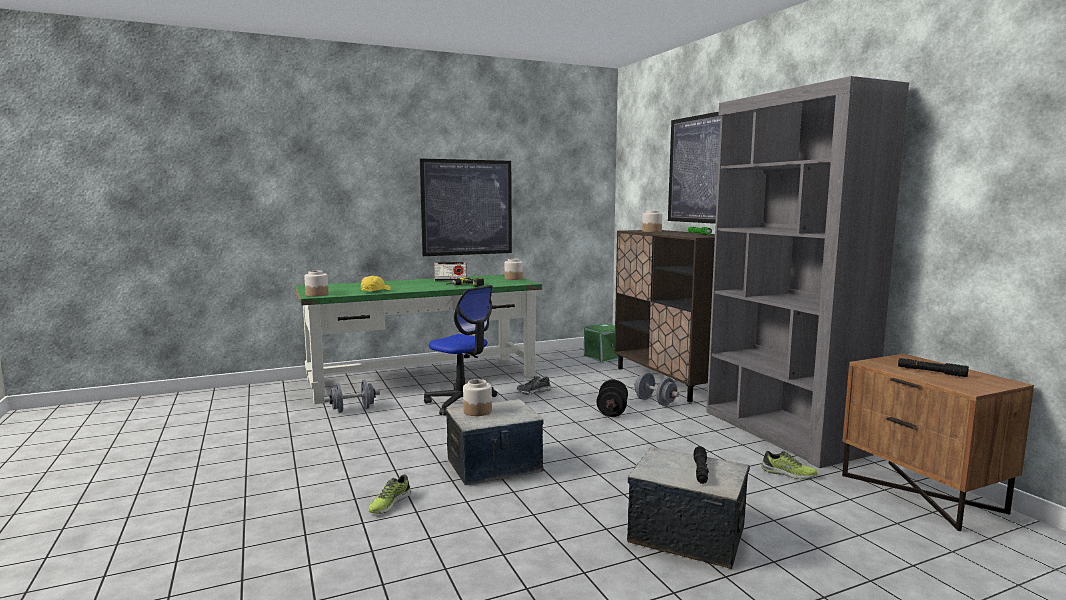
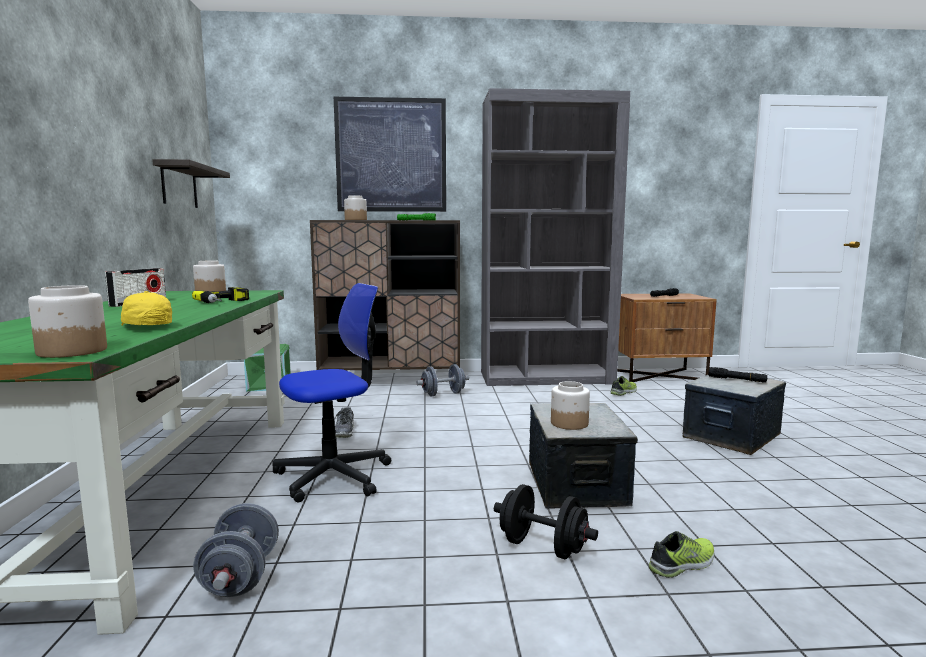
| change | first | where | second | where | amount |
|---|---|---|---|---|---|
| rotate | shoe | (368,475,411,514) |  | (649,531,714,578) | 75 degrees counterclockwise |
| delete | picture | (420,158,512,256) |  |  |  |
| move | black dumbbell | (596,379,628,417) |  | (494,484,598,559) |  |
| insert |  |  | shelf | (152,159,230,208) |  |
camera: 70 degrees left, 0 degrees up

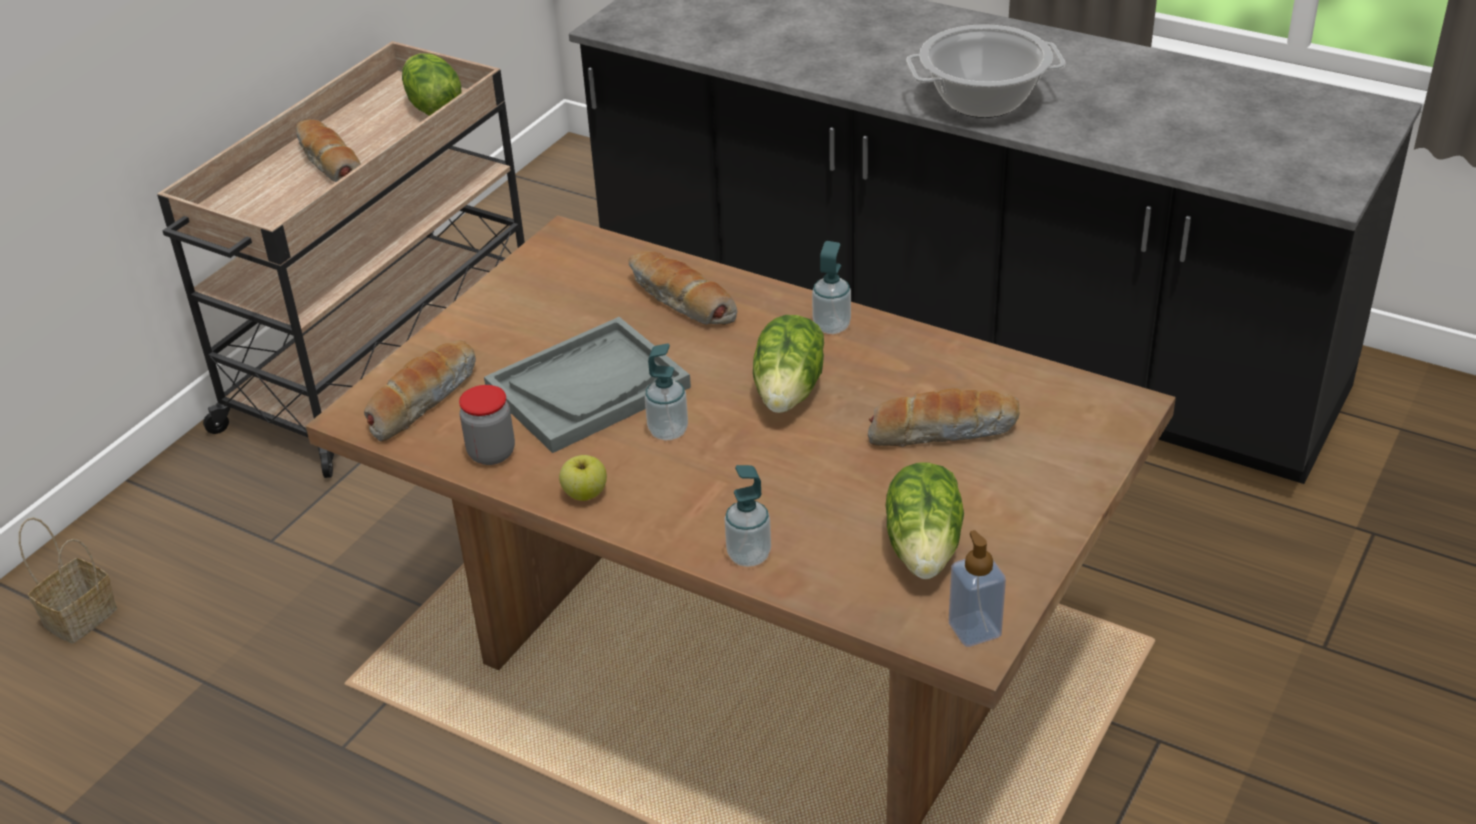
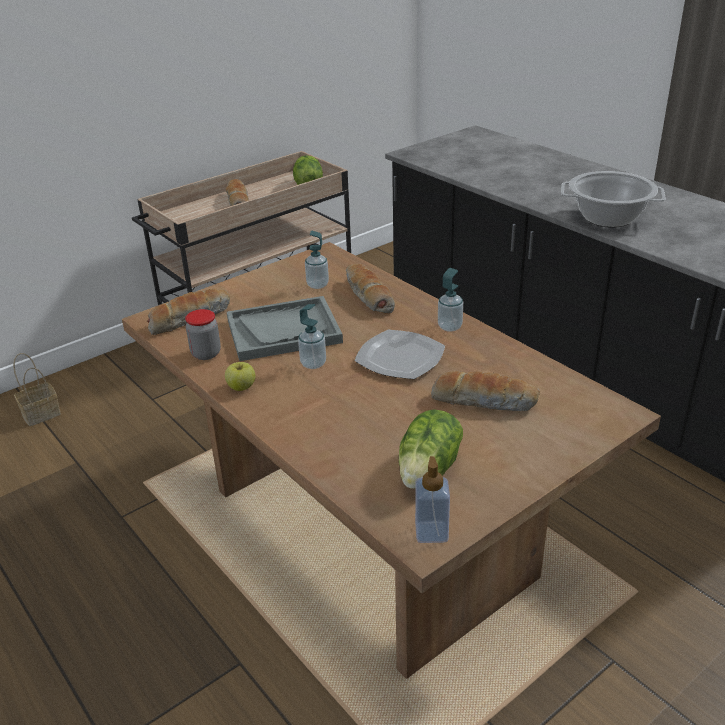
| change | first | where | second | where | amount |
|---|---|---|---|---|---|
| move | soap dispenser | (724,465,771,567) |  | (305,231,329,289) |  |
| replace | lettuce | (753,315,824,413) | plate | (354,330,445,379) |  |
camera: 20 degrees right, 5 degrees down

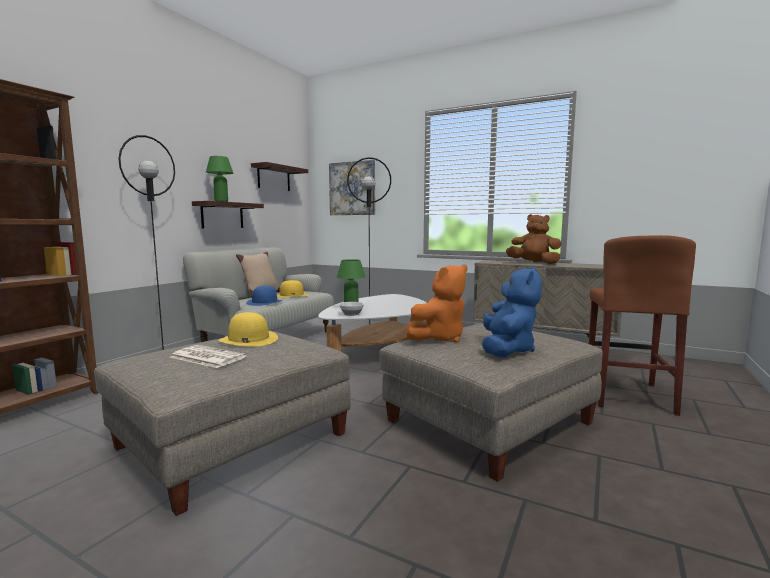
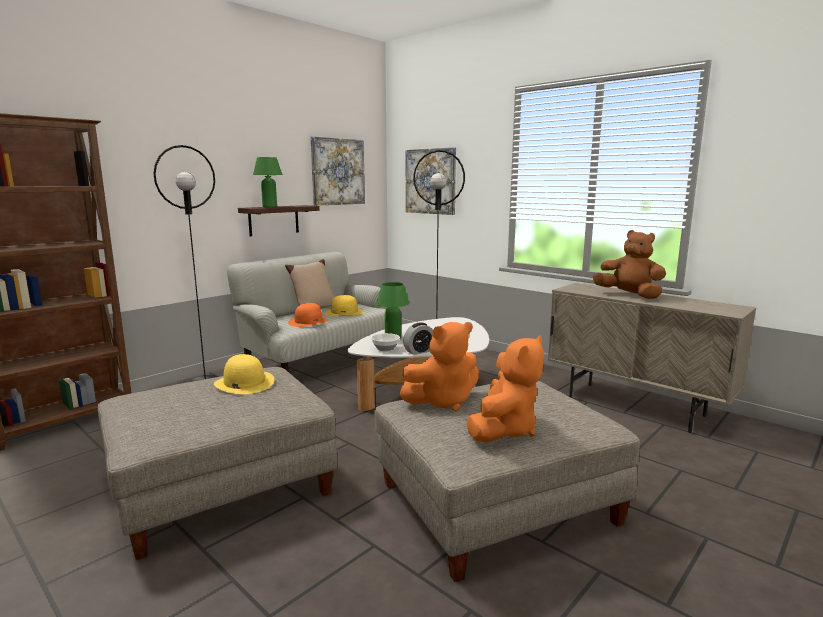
| change | first | where | second | where | amount |
|---|---|---|---|---|---|
| delete | newspaper | (170,345,246,368) |  |  |  |
| recolor | blue hat | (246,285,283,306) | orange hat | (288,303,329,327) |  |
| replace | shelf | (251,162,308,191) | picture | (311,137,365,206) |  |
| recolor | blue plush toy | (482,267,542,357) | orange plush toy | (467,336,544,442) |  |
| delete | brown stool | (589,235,696,416) |  |  |  |
| insert |  |  | alarm clock | (403,322,433,355) |  |
camera: 15 degrees right, 5 degrees up

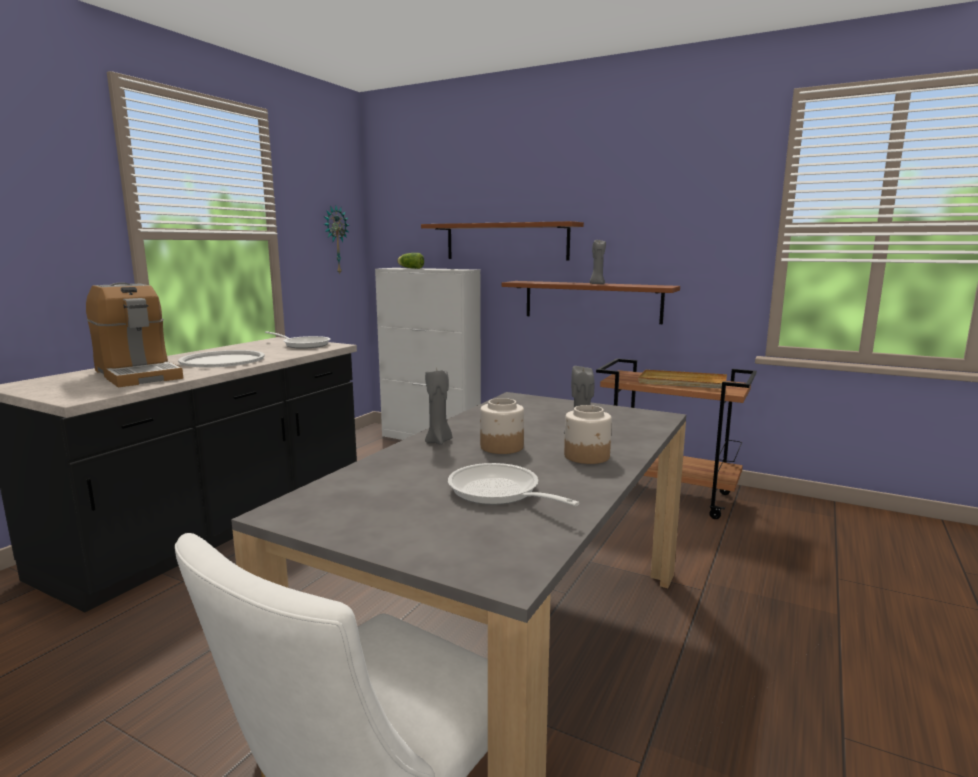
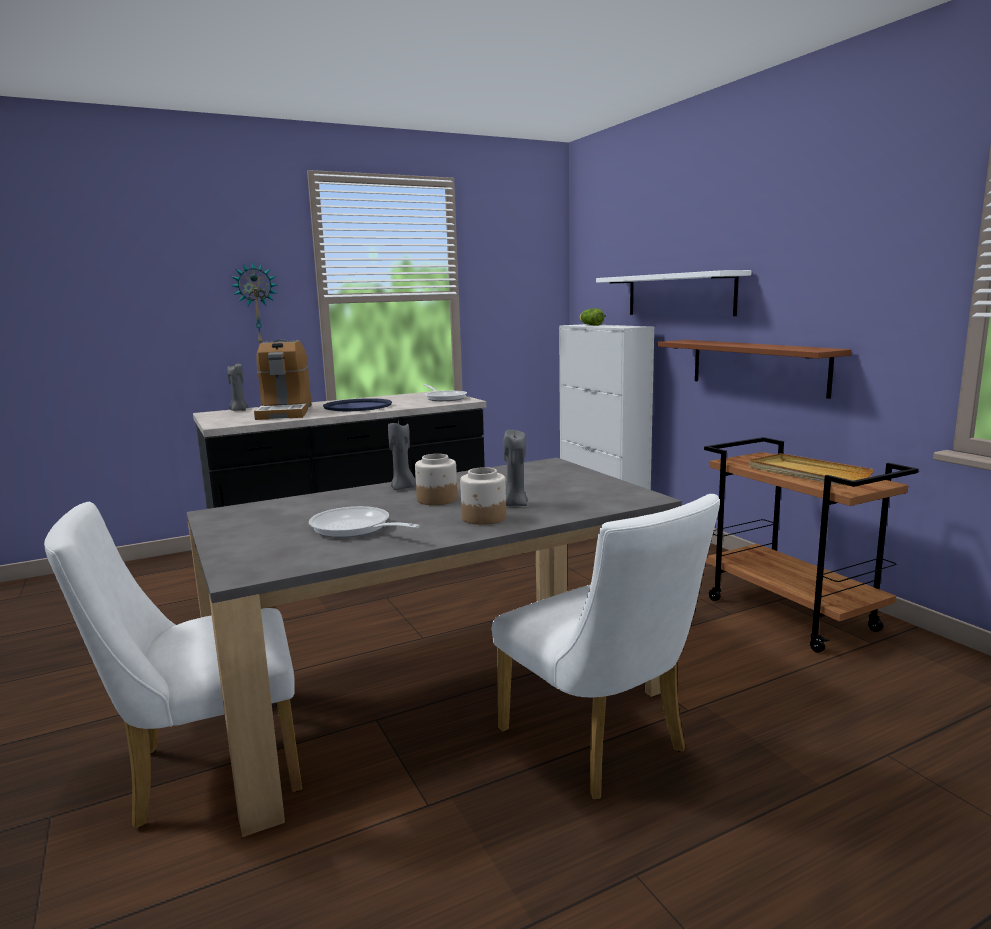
| change | first | where | second | where | amount |
|---|---|---|---|---|---|
| recolor | white tray | (178,350,265,368) | blue tray | (323,398,392,411) |  |
| move | wall clock | (324,206,349,275) |  | (231,261,277,344) |  |
| recolor | brown shelf | (421,221,584,260) | white shelf | (596,270,751,316) |  |
| rotate | frying pan | (448,463,580,506) |  | (309,506,420,538) | 45 degrees counterclockwise |
| move | grey candle | (590,239,606,284) |  | (227,364,248,411) |  |
| insert |  |  | white chair | (492,494,720,799) |  |
camera: 35 degrees right, 0 degrees up

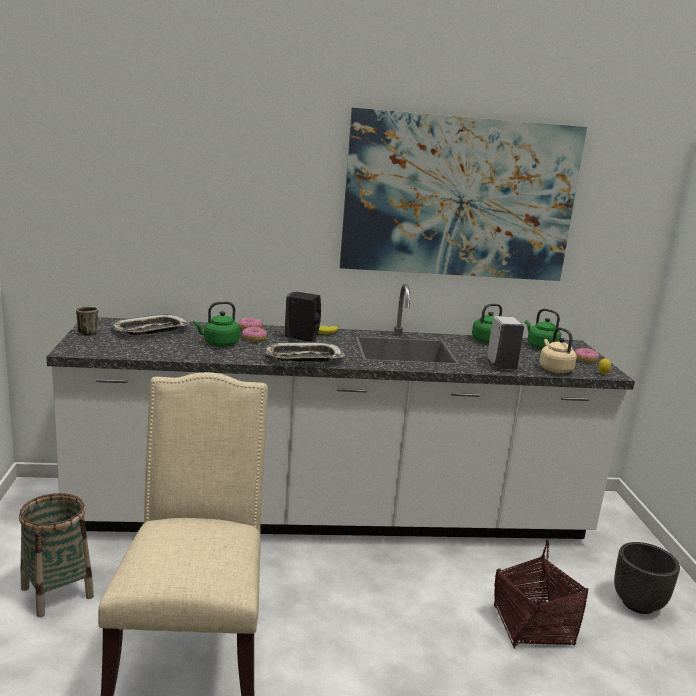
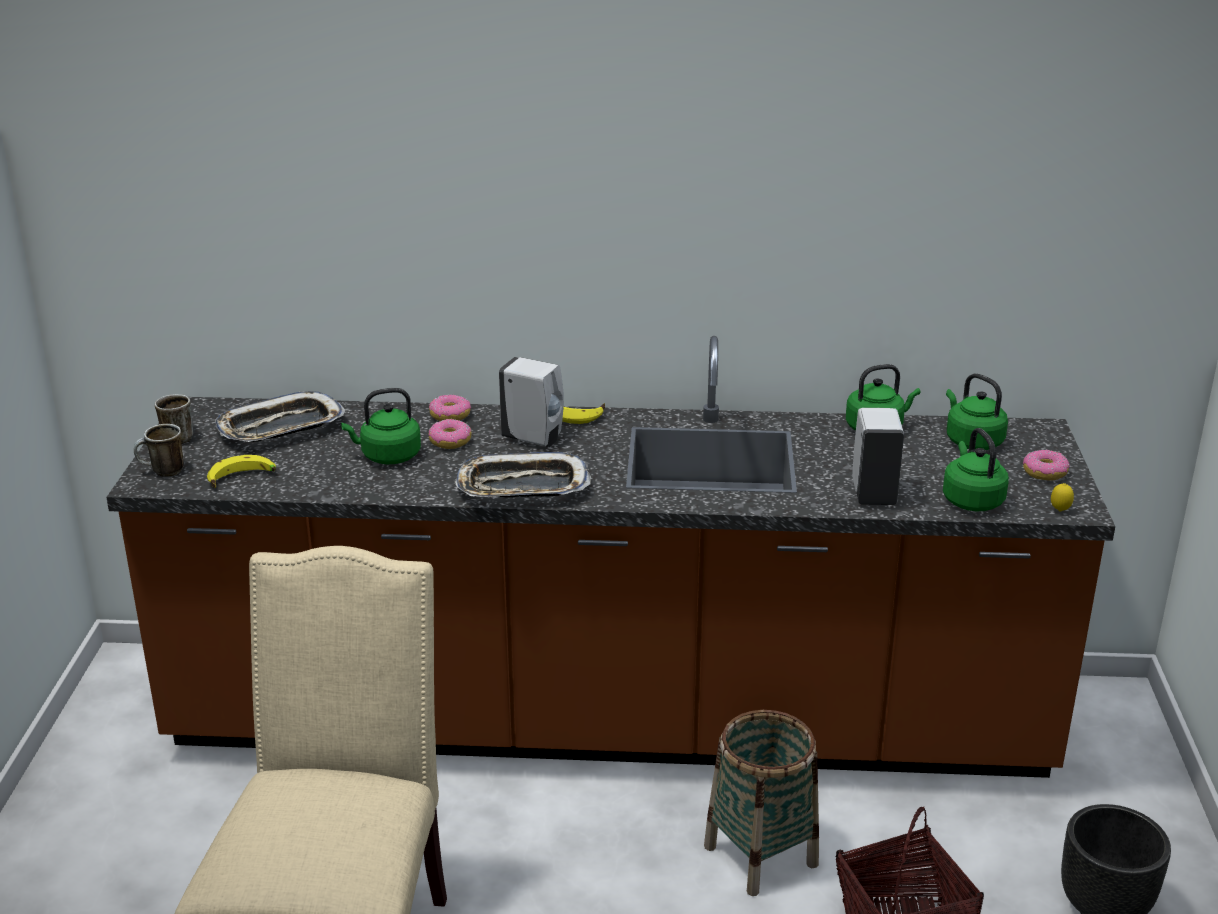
| change | first | where | second | where | amount |
|---|---|---|---|---|---|
| move | basket | (19,493,94,617) |  | (704,710,819,896) |  |
| recolor | white counter | (46,284,635,539) | brown counter | (106,336,1115,778) |  |
| recolor | black soap dispenser | (284,291,321,342) | white soap dispenser | (499,357,564,447) |  |
| delete | picture | (340,108,587,281) |  |  |  |
| recolor | beige kettle | (539,327,577,373) | green kettle | (943,428,1009,511) |  |
| insert |  |  | mug | (134,424,184,477) |  |
| insert |  |  | banana | (207,455,276,488) |  |
camera: 10 degrees right, 10 degrees up

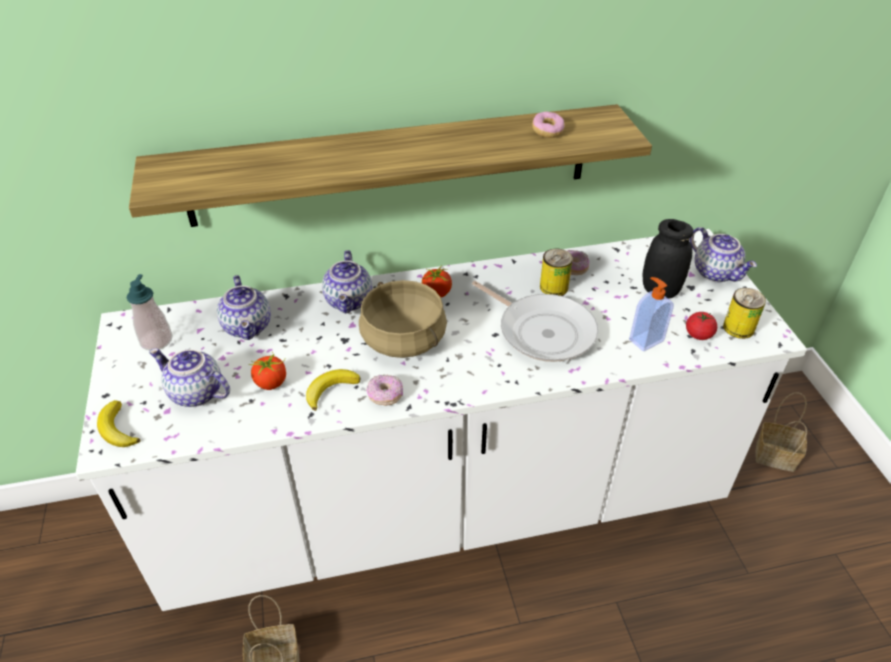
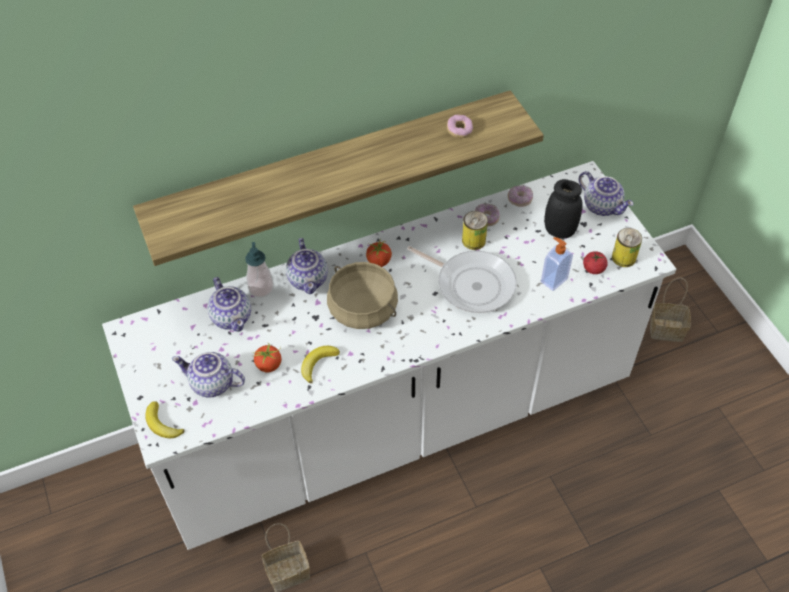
| change | first | where | second | where | amount |
|---|---|---|---|---|---|
| move | soap dispenser | (127,274,172,350) |  | (245,242,274,298) |  |
| move | donut | (367,374,403,406) |  | (508,186,533,207) |  |
camera: 10 degrees left, 10 degrees up

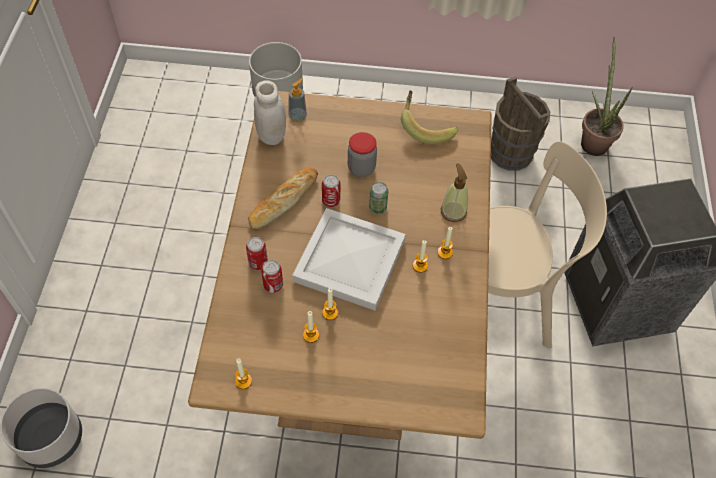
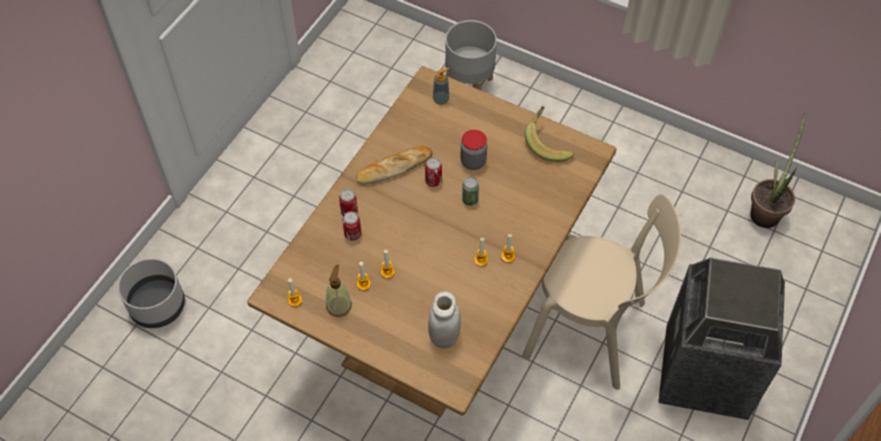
| change | first | where | second | where | amount |
|---|---|---|---|---|---|
| move | white jar | (254,80,286,145) |  | (428,291,461,349) |  |
| delete | white tray | (292,208,406,310) |  |  |  |
| move | soap dispenser | (441,163,468,222) |  | (326,264,352,317) |  |
| delete | brown bucket | (491,76,550,170) |  |  |  |
camera: 25 degrees right, 0 degrees up

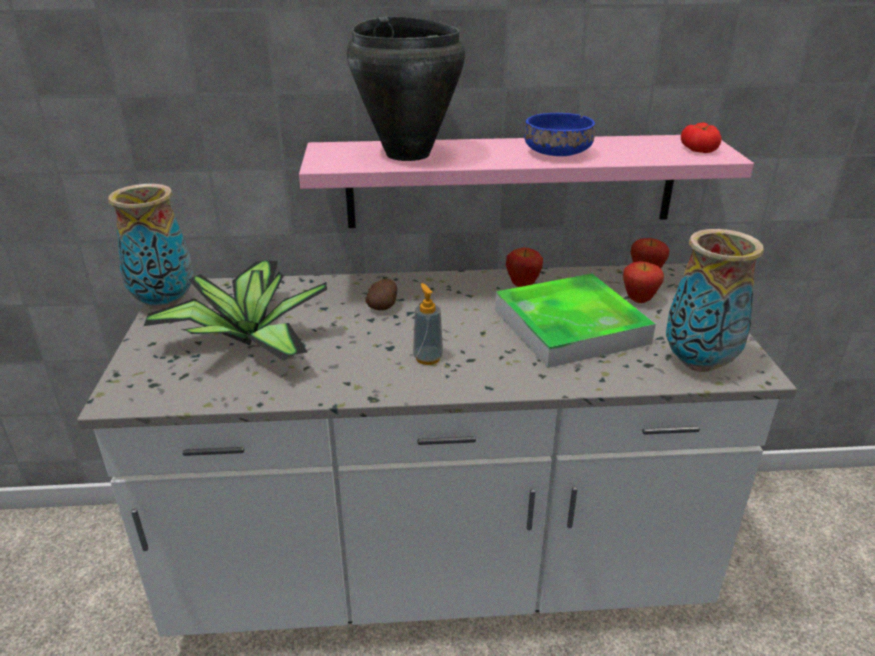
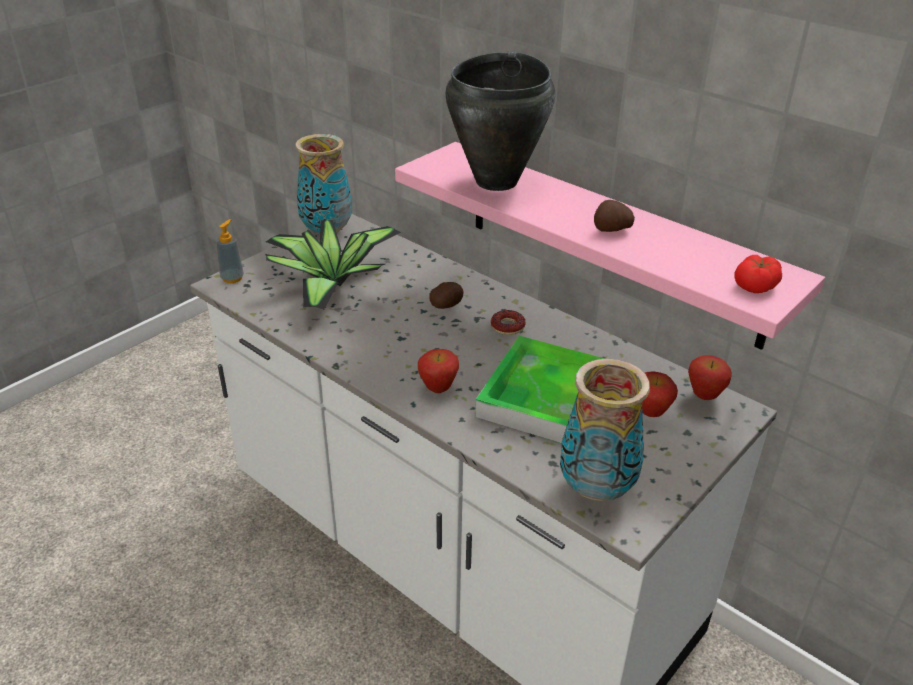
| change | first | where | second | where | amount |
|---|---|---|---|---|---|
| move | soap dispenser | (413,283,443,365) |  | (216,219,244,283) |  |
| move | apple | (506,248,543,287) |  | (418,349,459,393) |  |
| replace | blue bowl | (524,113,595,156) | potato | (594,200,635,232) |  |
| insert |  |  | donut | (491,310,526,335) |  |
camera: 45 degrees right, 5 degrees up

